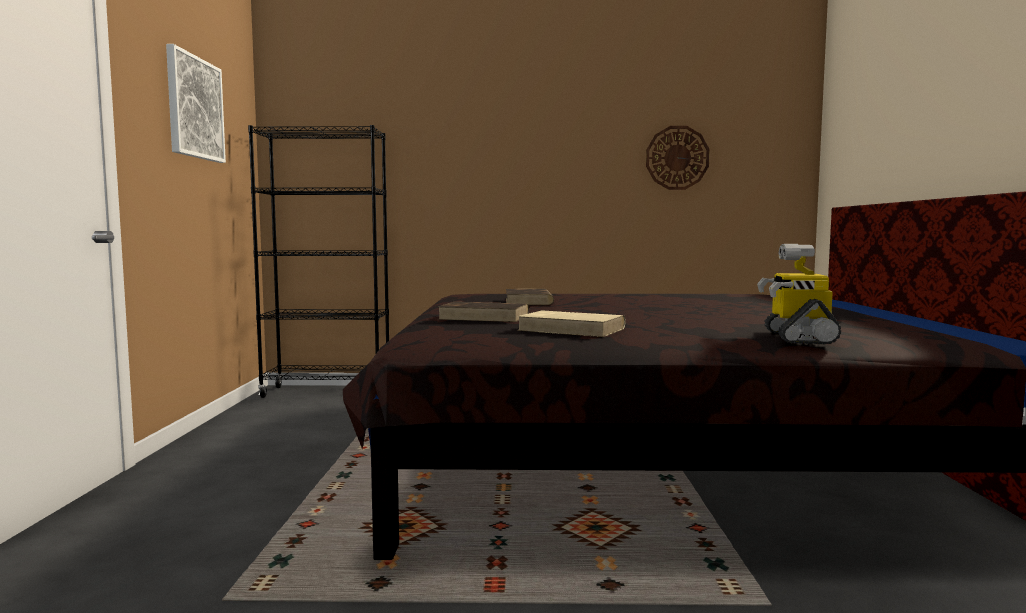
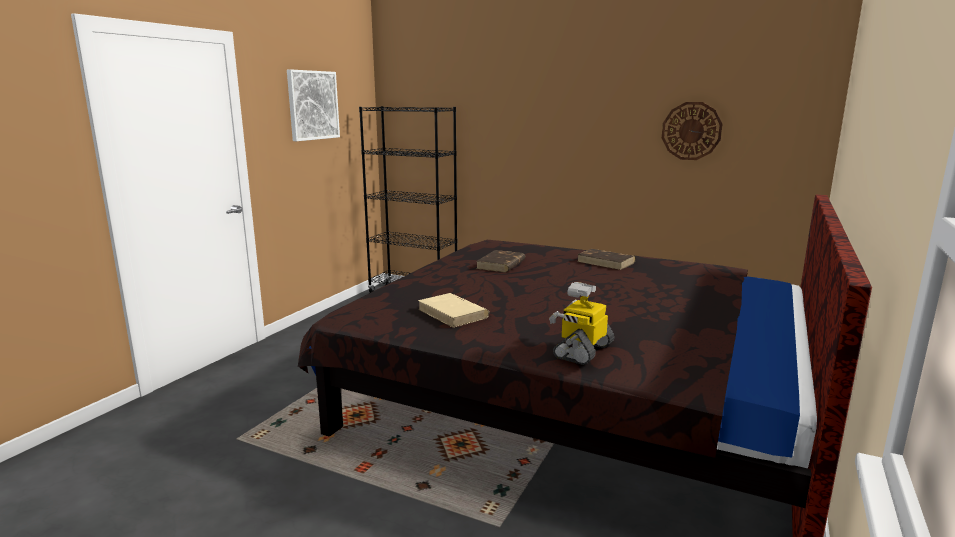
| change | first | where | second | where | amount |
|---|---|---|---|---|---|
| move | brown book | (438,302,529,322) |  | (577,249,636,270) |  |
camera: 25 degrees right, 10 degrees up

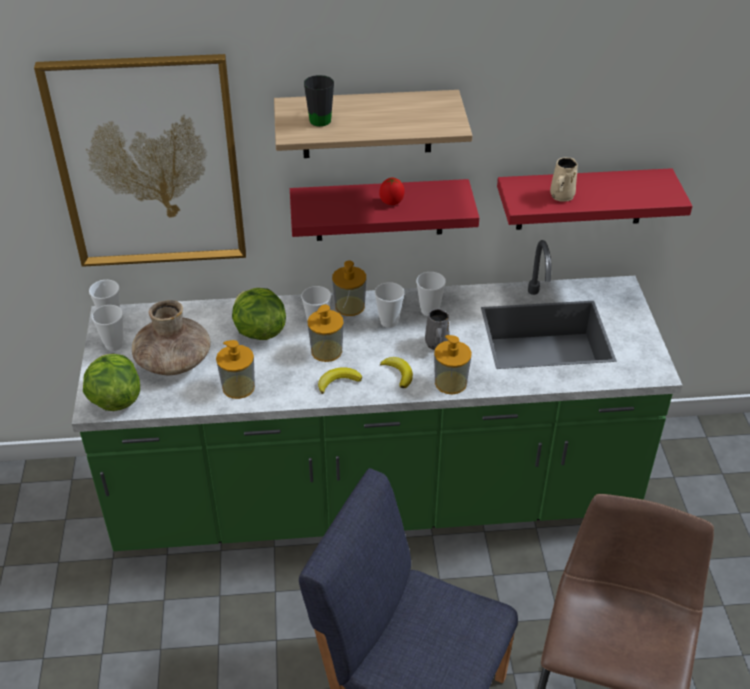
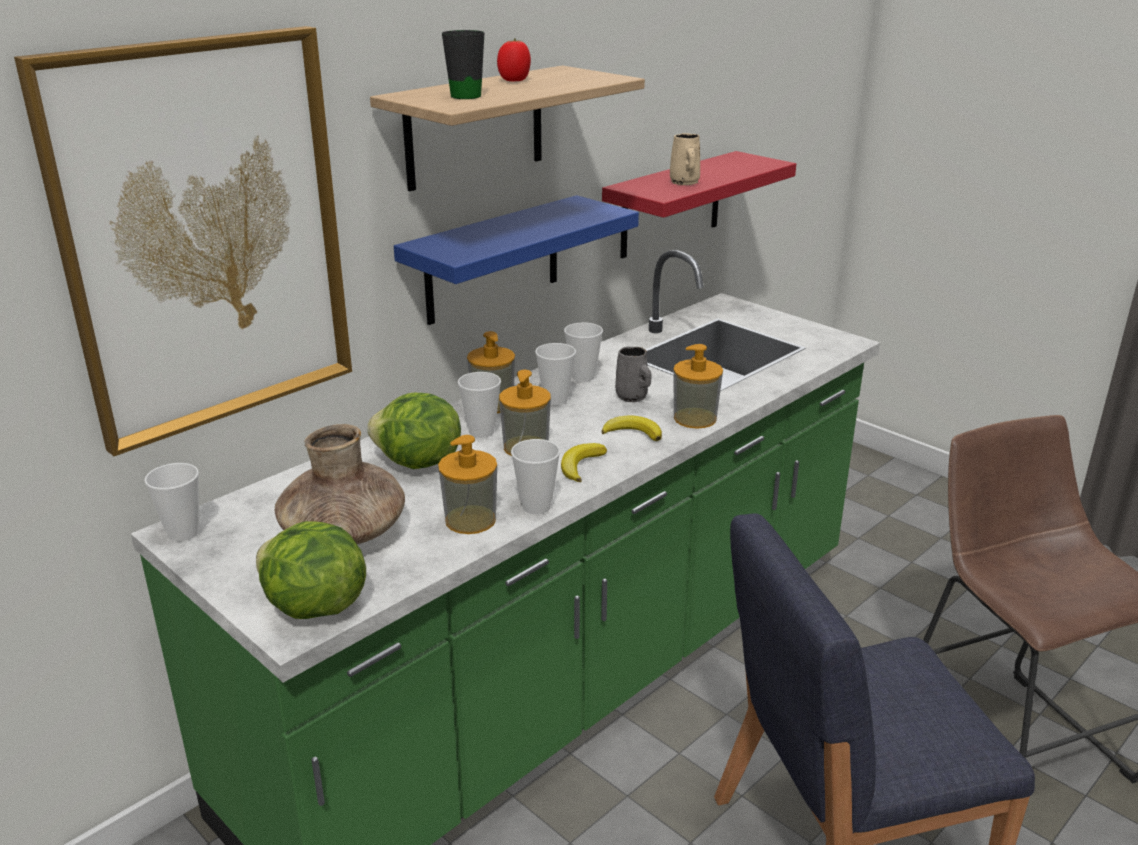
| change | first | where | second | where | amount |
|---|---|---|---|---|---|
| move | cup | (92,305,124,351) |  | (511,439,560,514) |  |
| recolor | red shelf | (290,179,479,241) | blue shelf | (394,195,639,325) |  |
| move | tomato | (379,178,405,205) |  | (497,39,531,81) |  |
camera: 40 degrees left, 15 degrees down

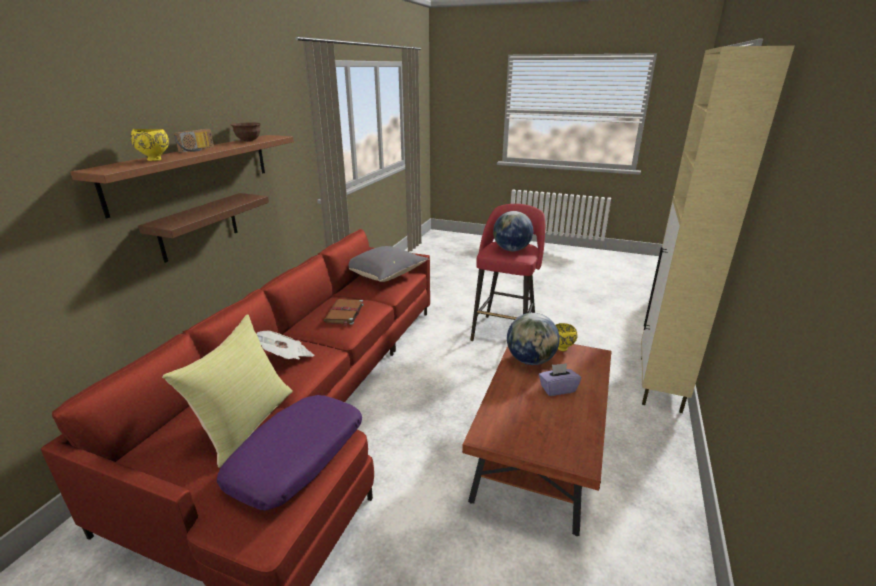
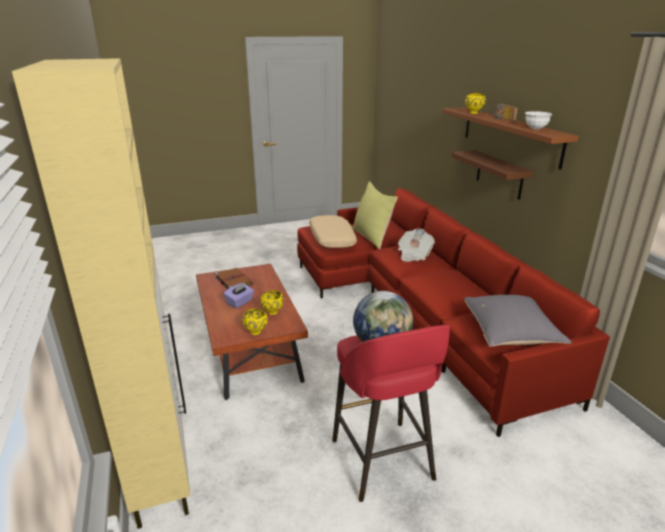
| change | first | where | second | where | amount |
|---|---|---|---|---|---|
| recolor | purple pillow | (217,395,362,510) | beige pillow | (309,215,357,248) |  |
| recolor | brown bowl | (231,122,261,142) | white bowl | (525,111,553,129) |  |
| move | brown book | (324,299,364,326) |  | (215,268,254,289) |  |
| replace | globe | (507,313,560,365) | yellow bowl | (260,290,284,315) |  |
camera: 140 degrees right, 0 degrees up

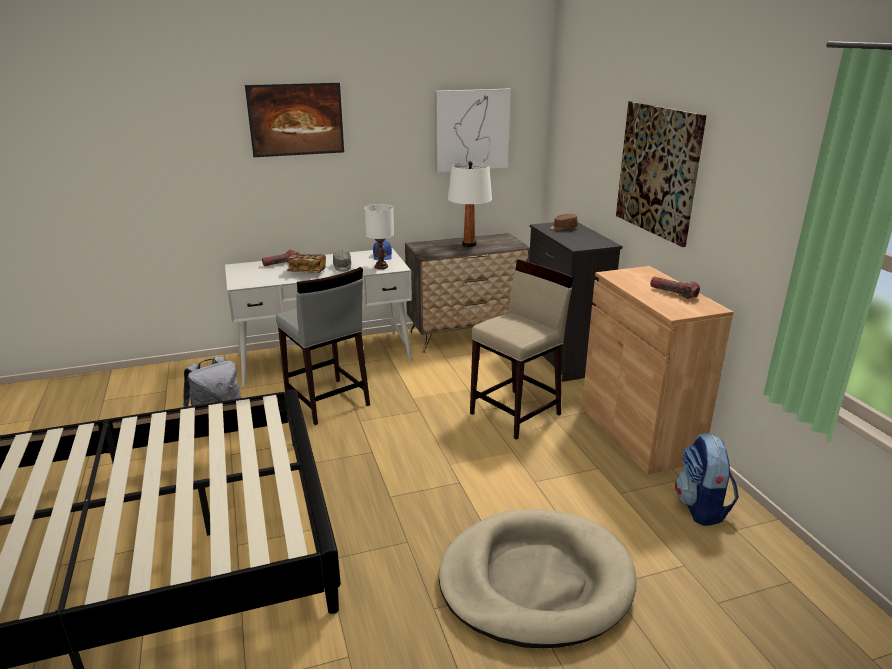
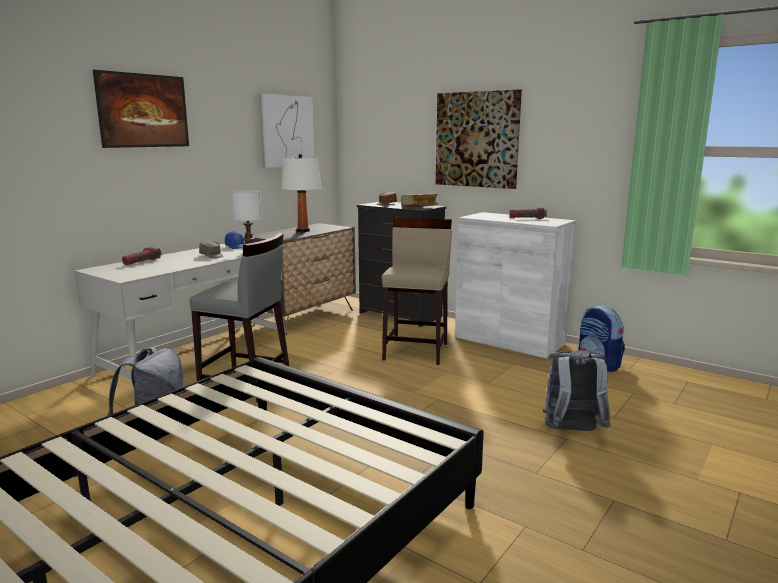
| change | first | where | second | where | amount |
|---|---|---|---|---|---|
| move | book | (287,254,326,273) |  | (401,193,438,207) |  |
| replace | beige dog bed | (439,509,637,648) | grey backpack | (543,350,611,431) |  |
| recolor | brown cabinet | (582,266,733,474) | white cabinet | (455,212,576,359) |  |
camera: 35 degrees left, 10 degrees down

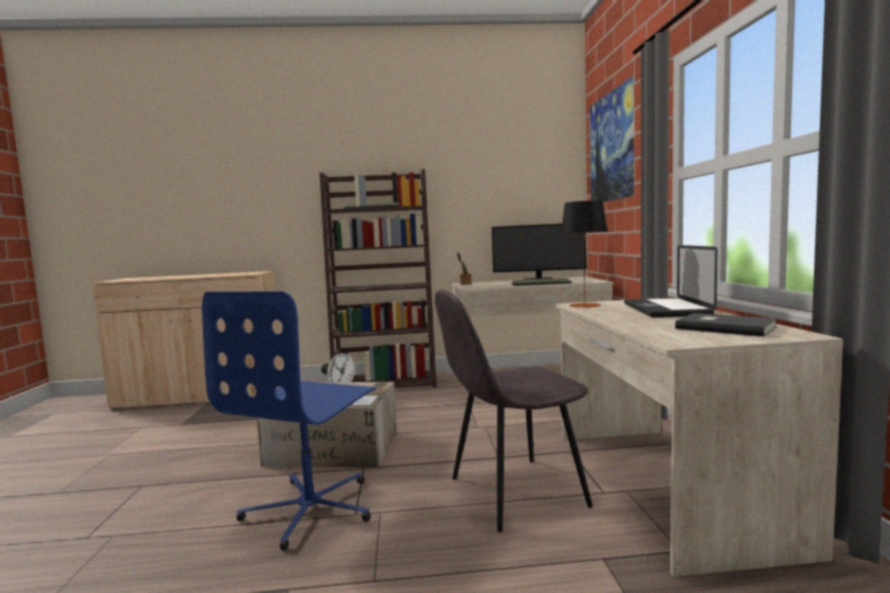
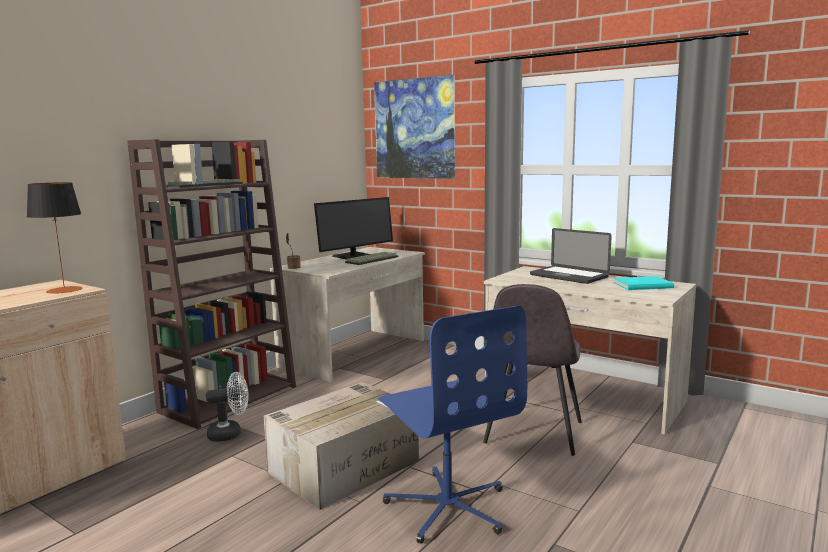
| change | first | where | second | where | amount |
|---|---|---|---|---|---|
| move | table lamp | (561,200,608,308) |  | (27,182,82,294) |  |
| recolor | grey book | (675,313,777,337) | turquoise book | (613,276,674,290) |  |
camera: 50 degrees left, 5 degrees up

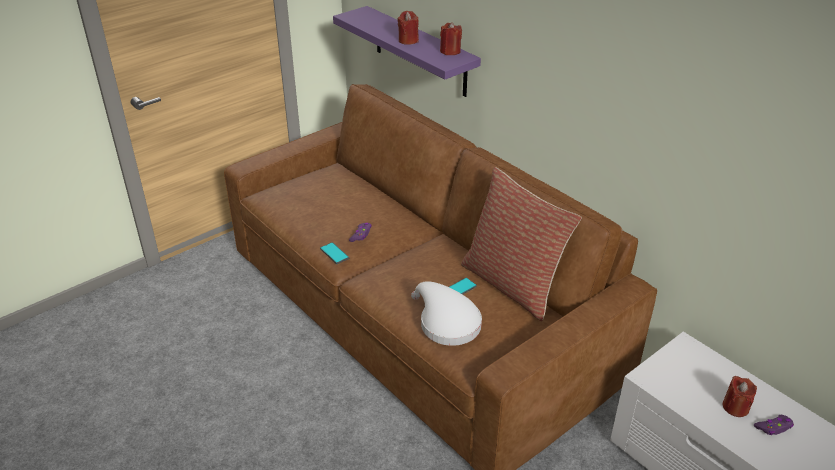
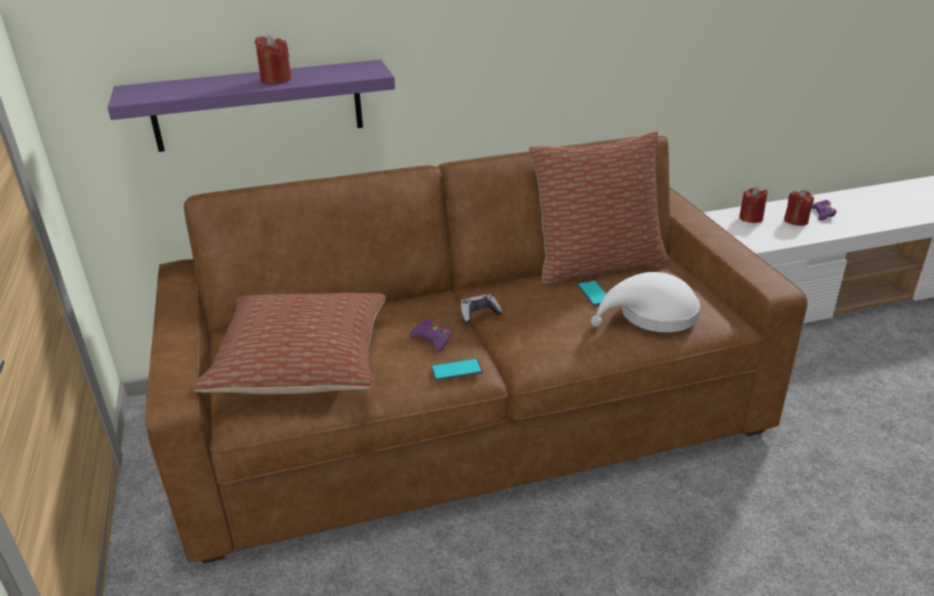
| change | first | where | second | where | amount |
|---|---|---|---|---|---|
| move | red candle | (440,22,462,55) |  | (739,187,768,223) |  |
| insert |  |  | pillow | (193,293,386,394) |  |
| insert |  |  | game controller | (461,294,503,323) |  |
camera: 65 degrees left, 5 degrees down

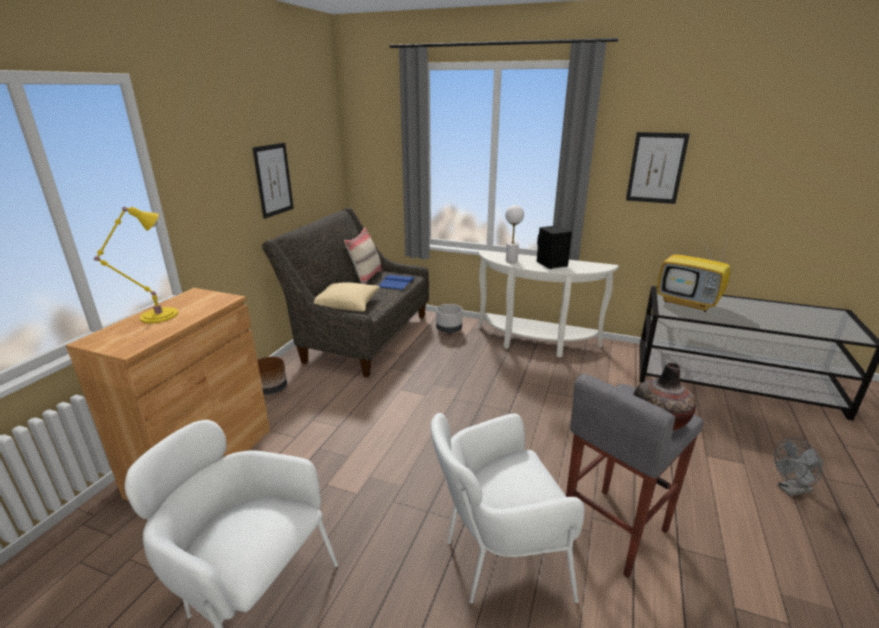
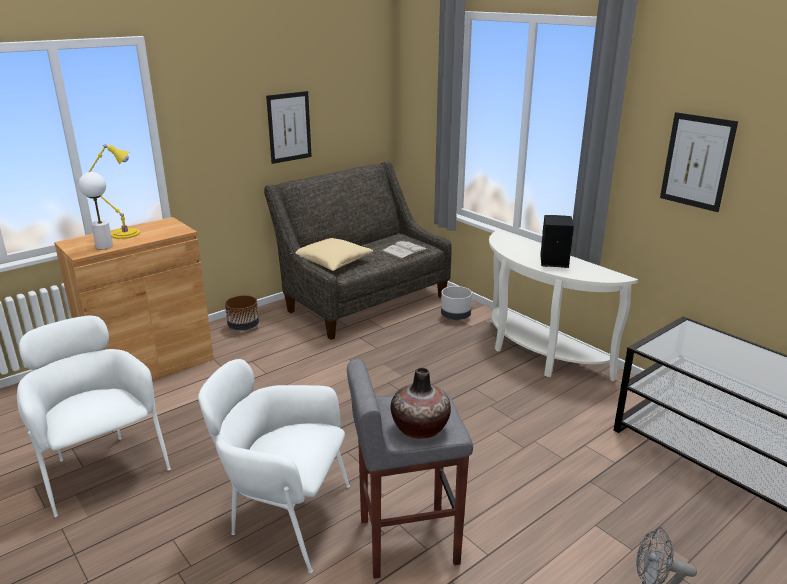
| change | first | where | second | where | amount |
|---|---|---|---|---|---|
| delete | beige pillow | (344,227,382,284) |  |  |  |
| recolor | blue book | (379,275,415,291) | white book | (381,241,429,260) |  |
| move | white table lamp | (505,205,524,263) |  | (79,172,113,249) |  |
| delete | television | (657,234,731,312) |  |  |  |
camera: 30 degrees right, 0 degrees up

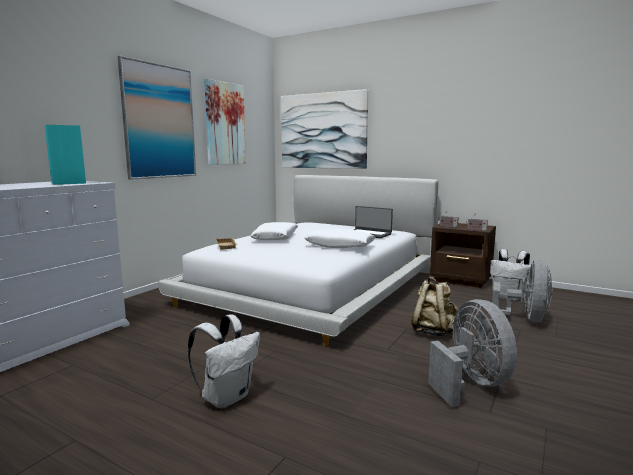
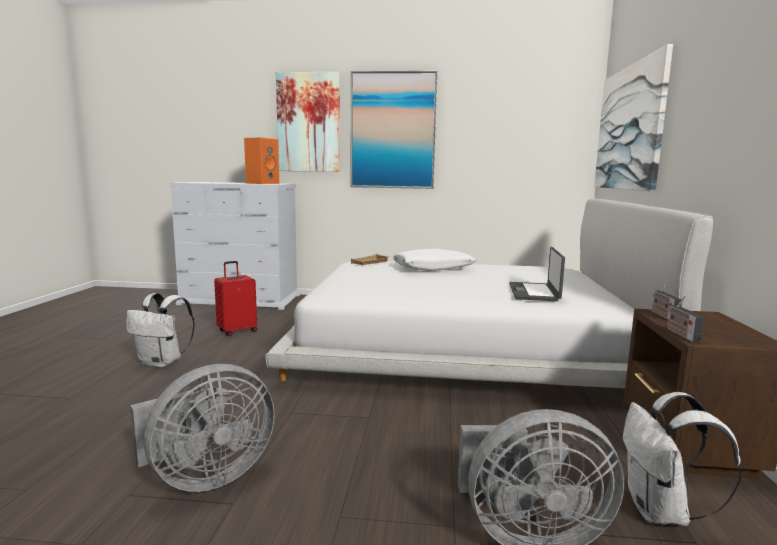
| change | first | where | second | where | amount |
|---|---|---|---|---|---|
| recolor | turquoise speaker | (45,125,86,185) | orange speaker | (244,137,280,184) |  |
| move | picture | (204,78,246,165) |  | (276,72,340,172) |  |
| delete | white pillow | (305,229,375,248) |  |  |  |
| delete | beige backpack | (411,277,458,336) |  |  |  |
| insert |  |  | red suitcase | (214,261,257,336) |  |
camera: 65 degrees right, 0 degrees up

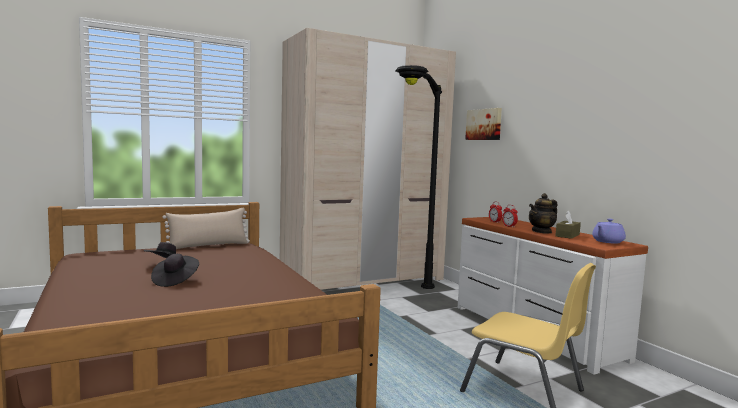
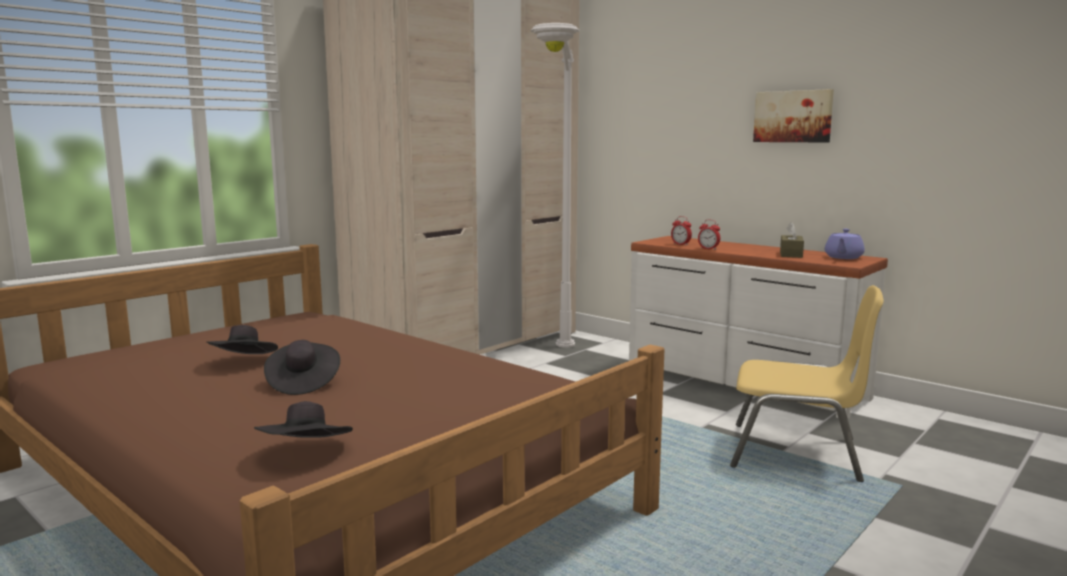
| change | first | where | second | where | amount |
|---|---|---|---|---|---|
| delete | beige pillow | (162,208,250,249) |  |  |  |
| recolor | black floor lamp | (395,65,442,289) | white floor lamp | (531,23,580,348) |  |
| move | picture | (465,108,502,140) |  | (753,89,834,142) |  |
| delete | teapot | (529,193,557,233) |  |  |  |
| insert |  |  | black hat | (254,401,353,438) |  |
camera: 20 degrees left, 5 degrees up

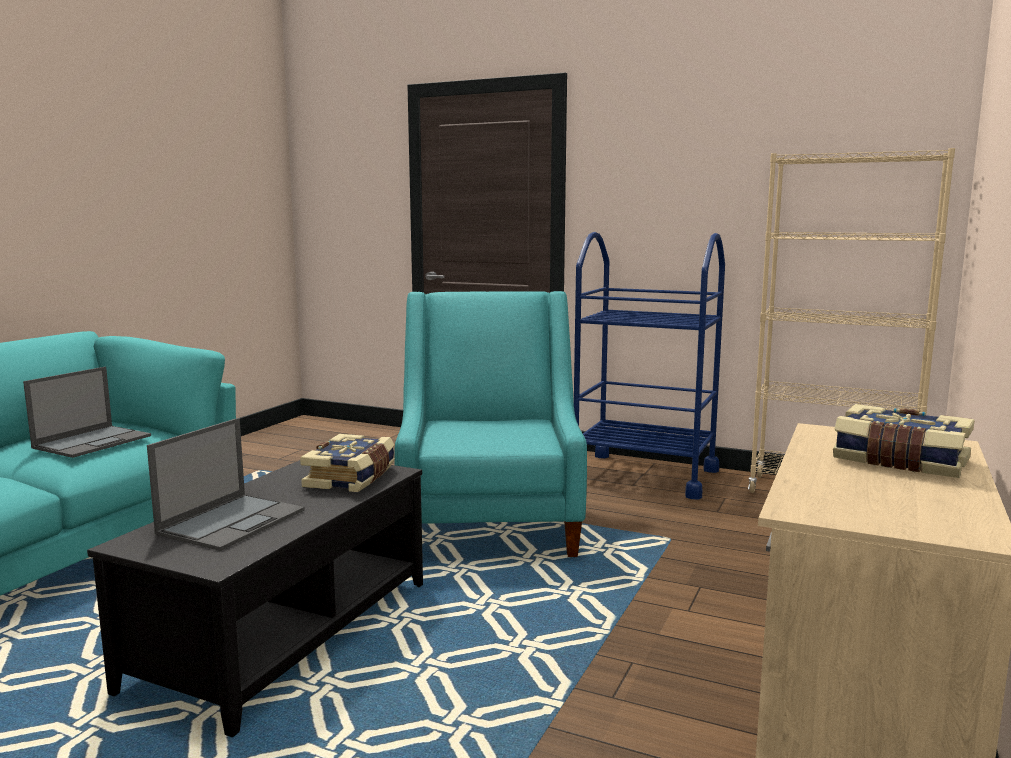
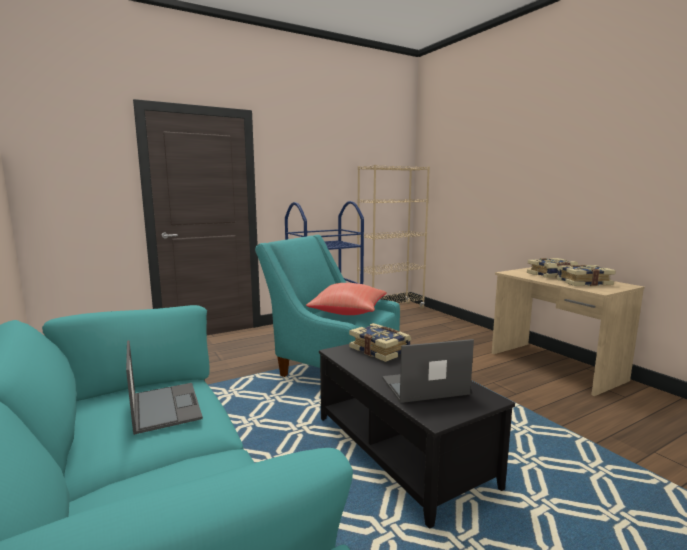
| change | first | where | second | where | amount |
|---|---|---|---|---|---|
| rotate | laptop | (147,418,305,551) |  | (382,339,474,403) | 75 degrees counterclockwise |
| insert |  |  | red pillow | (306,283,387,315) |  |
| insert |  |  | book | (556,265,616,286) |  |
camera: 55 degrees left, 0 degrees up

